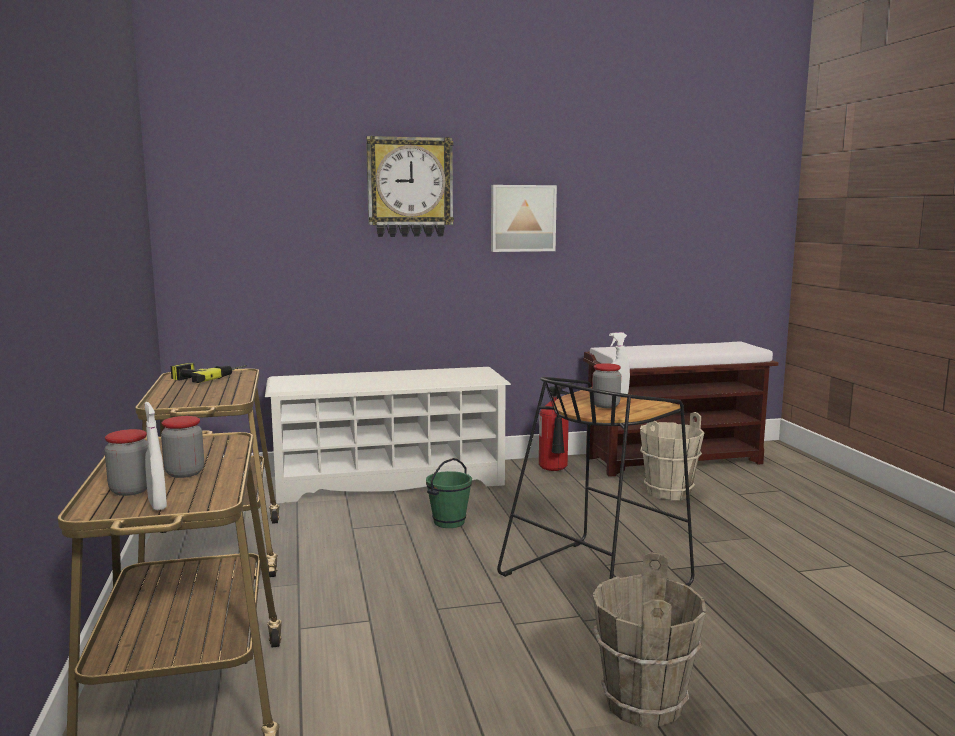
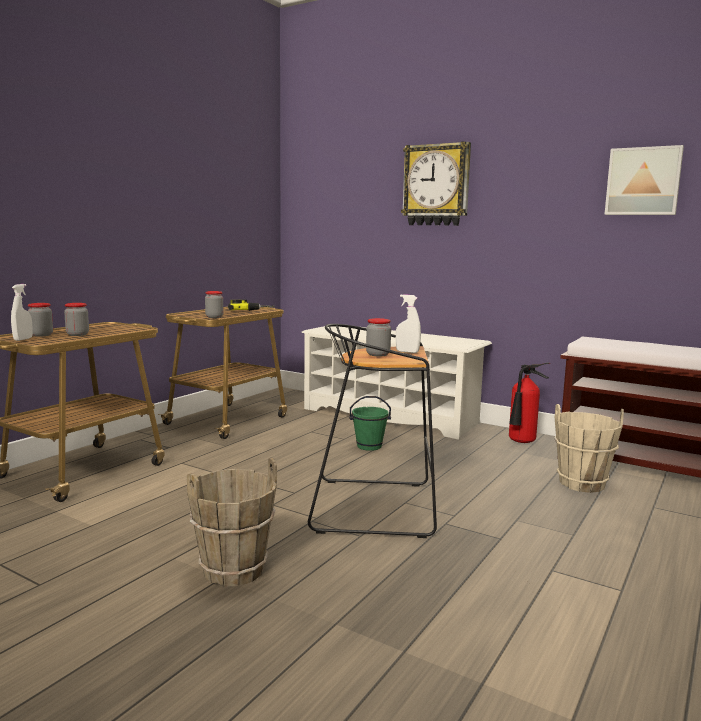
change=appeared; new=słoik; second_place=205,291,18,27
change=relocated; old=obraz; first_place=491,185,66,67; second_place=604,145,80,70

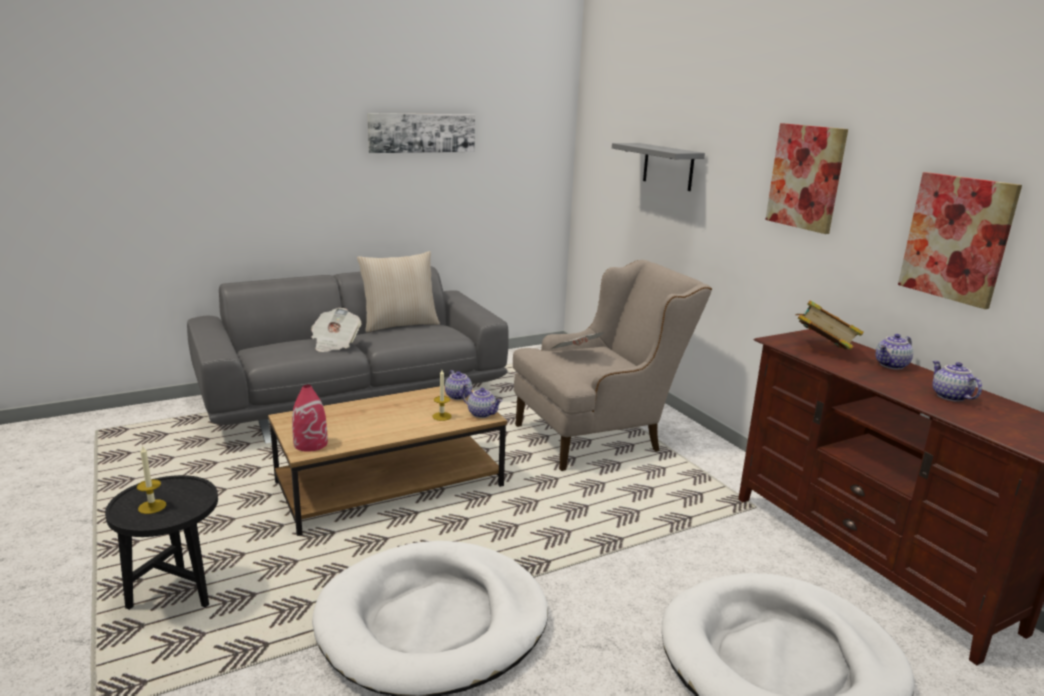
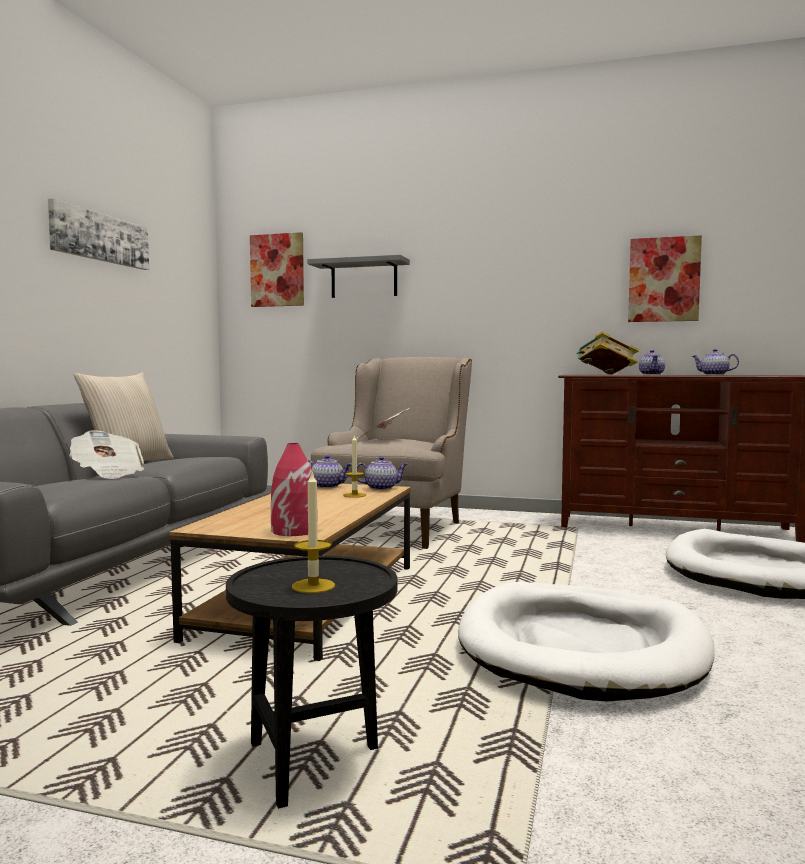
change=relocated; old=obraz; first_place=765,123,83,111; second_place=250,232,54,75

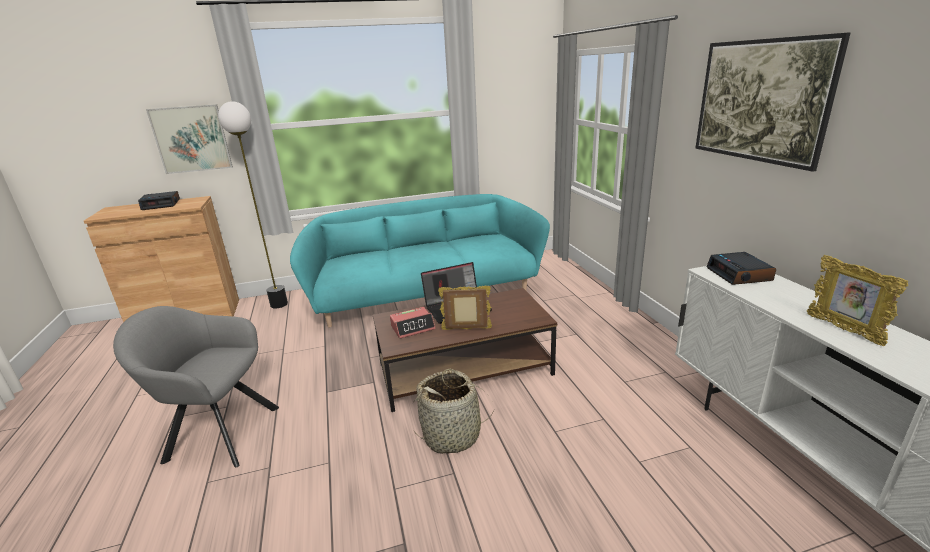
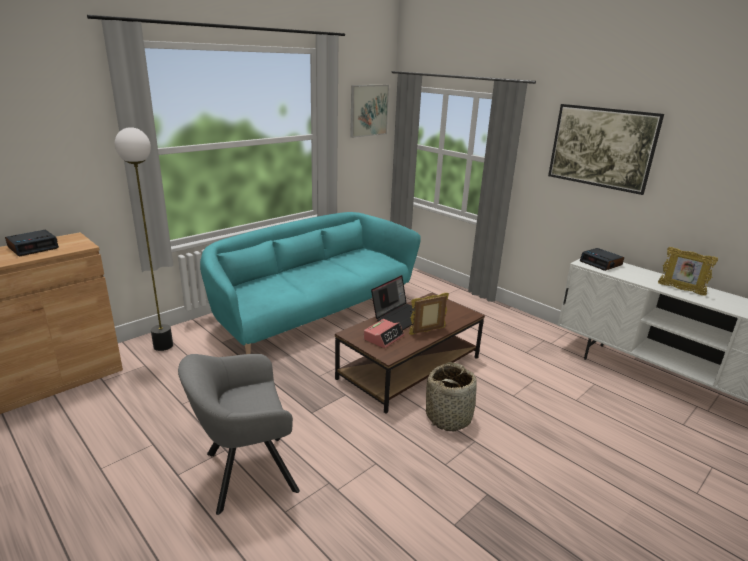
change=relocated; old=obraz; first_place=146,104,87,70; second_place=350,85,39,53

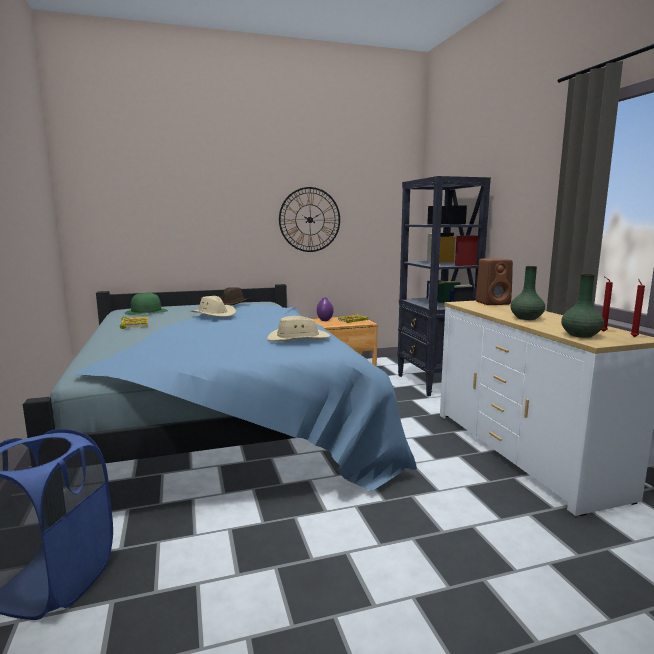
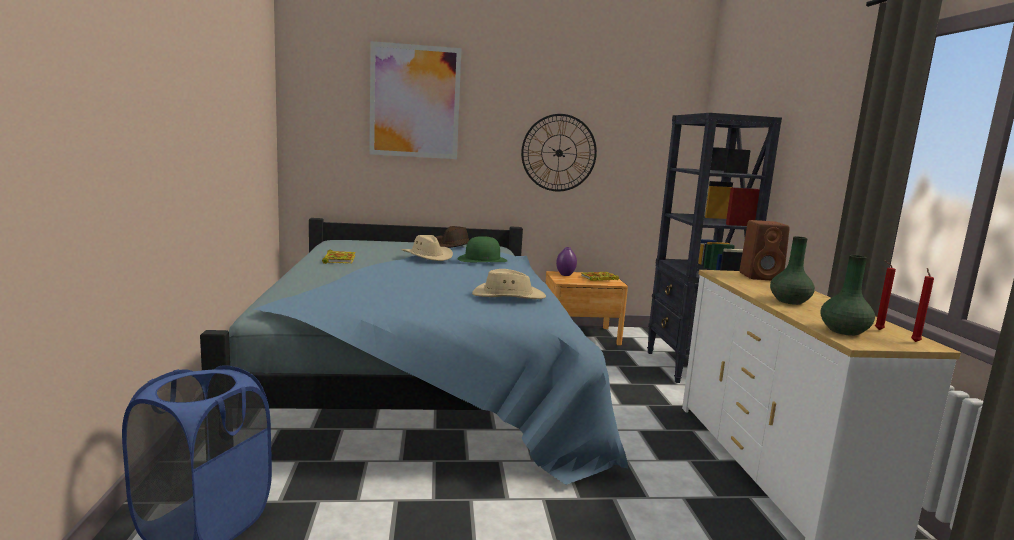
change=appeared; new=obraz; second_place=369,41,93,118
change=relocated; old=kapelusz [zielony]; first_place=124,293,44,22; second_place=457,236,51,26

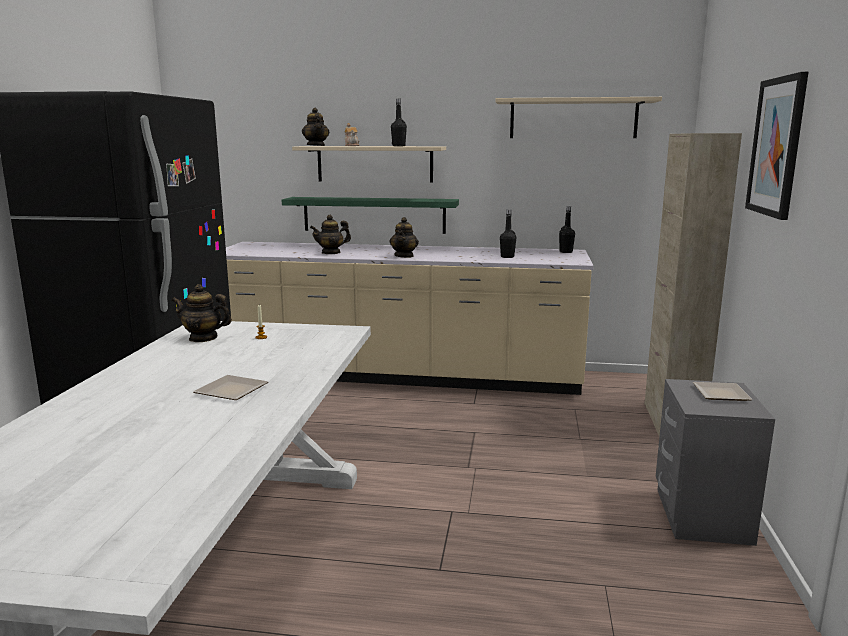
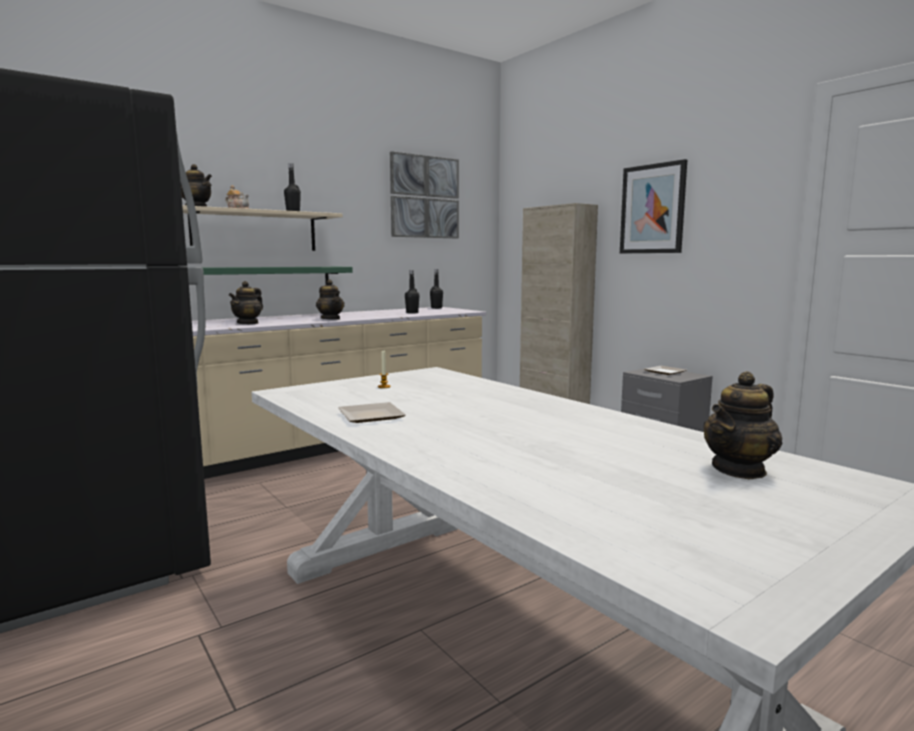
change=relocated; old=talerz; first_place=193,375,75,25; second_place=338,402,68,21
change=exchanged; old=półka [beżowy]; new=obraz; first_place=495,97,167,41; second_place=390,151,69,87
change=relocated; old=imbryk; first_place=172,284,60,58; second_place=703,371,79,108

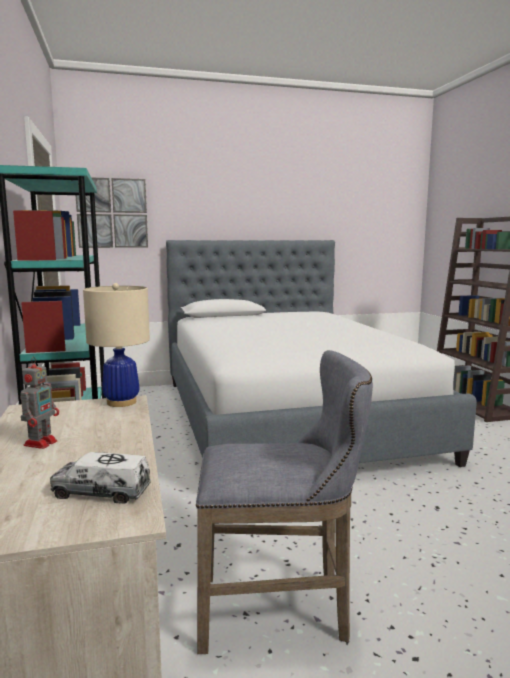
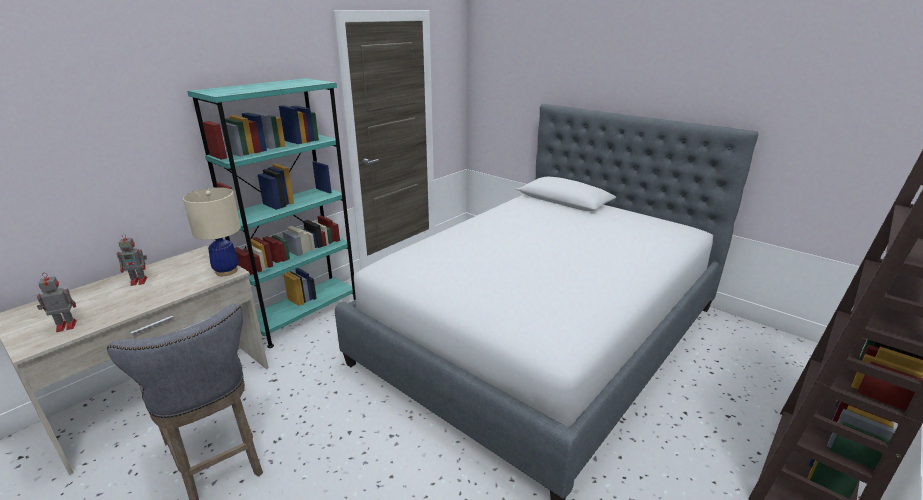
change=exchanged; old=ciężarówka zabawkowa; new=robot zabawkowy; first_place=50,452,101,52; second_place=37,273,40,59
change=missing; old=obraz; first_place=76,177,72,71

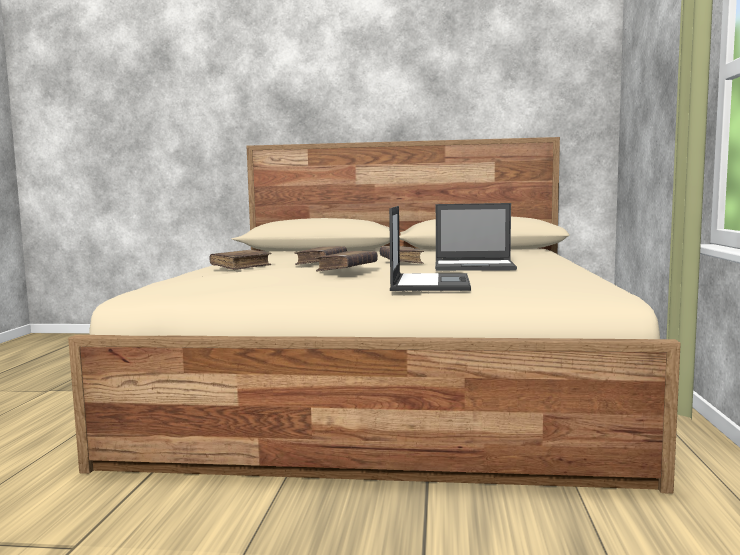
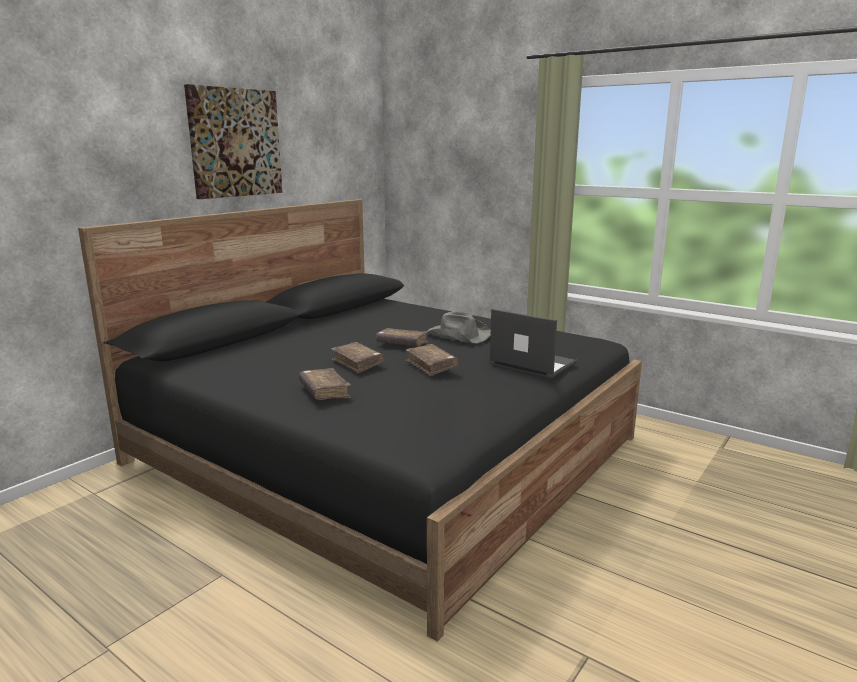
change=colour; old=łóżko [beżowy]; new=łóżko [czarny]; first_place=68,137,613,357; second_place=78,199,564,443
change=appeared; new=obraz; second_place=184,84,99,115
change=exchanged; old=laptop; new=kapelusz [szary]; first_place=435,203,82,68; second_place=427,312,64,31

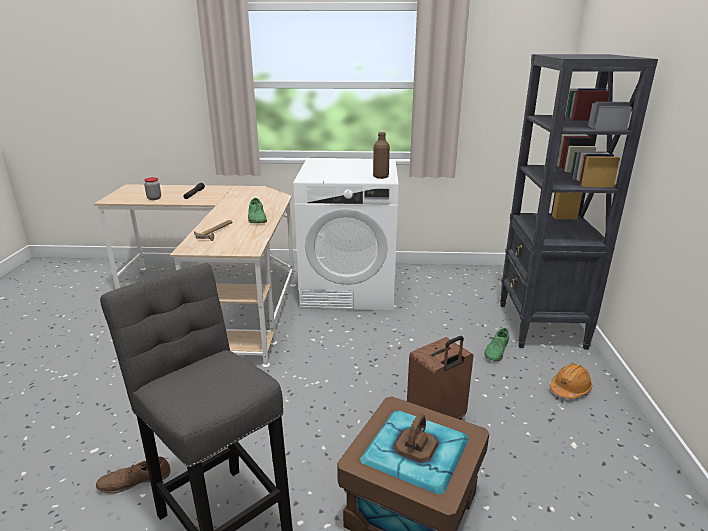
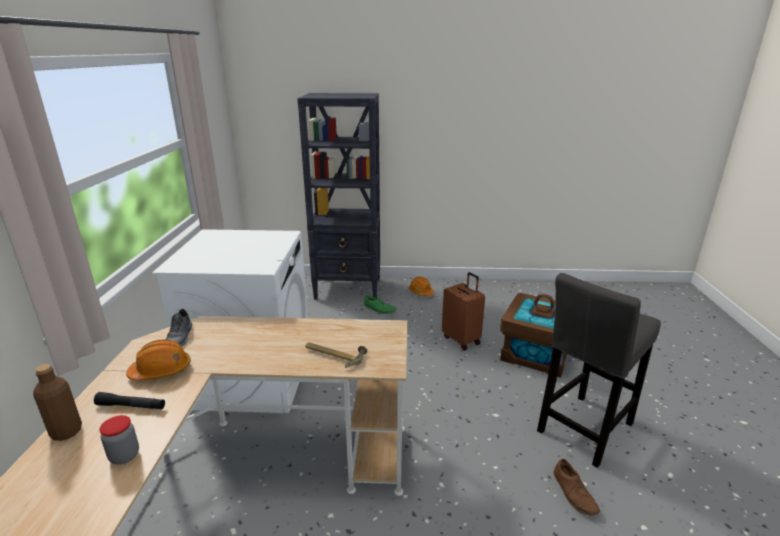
change=relocated; old=butelka [brązowy]; first_place=373,131,17,48; second_place=33,364,49,77
change=appeared; new=kask [pomarańczowy]; second_place=126,340,64,40
change=appeared; new=but [szary]; second_place=166,309,26,37
change=missing; old=but [zielony]; first_place=248,198,19,25

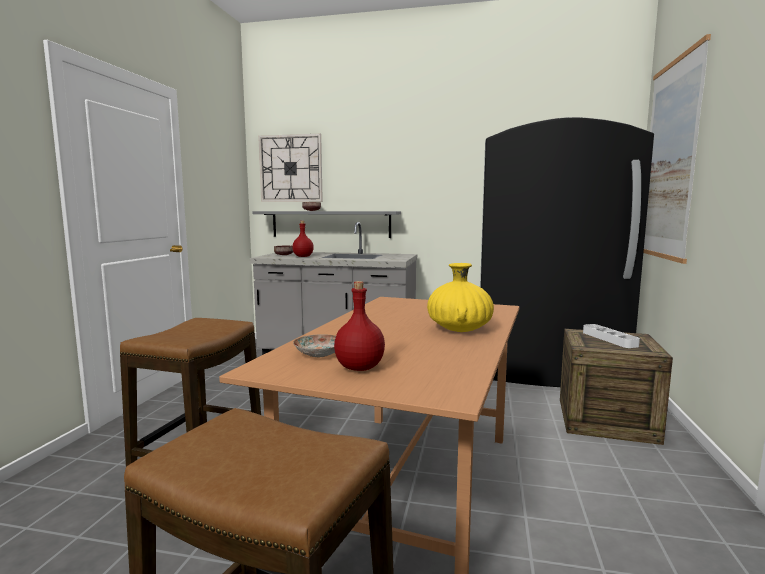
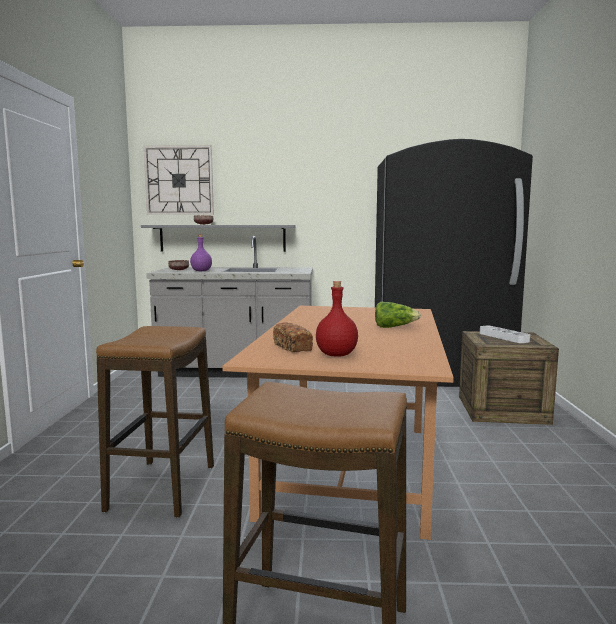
change=colour; old=butelka [czerwony]; new=butelka [fioletowy]; first_place=292,221,22,36; second_place=190,234,22,37
change=exchanged; old=talerz; new=chleb; first_place=293,334,43,23; second_place=273,322,40,30
change=exchanged; old=wazon [żółty]; new=sałata; first_place=427,263,67,69; second_place=375,302,46,26
change=missing; old=obraz; first_place=643,34,68,230

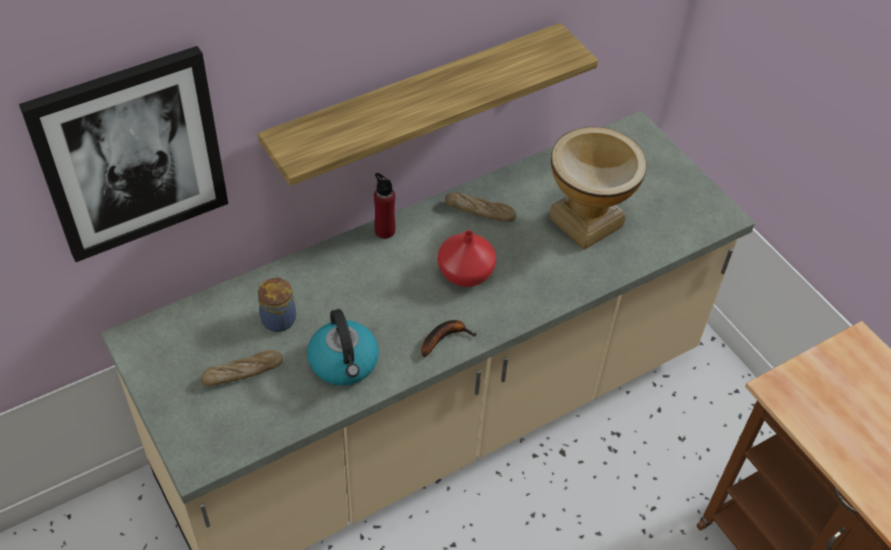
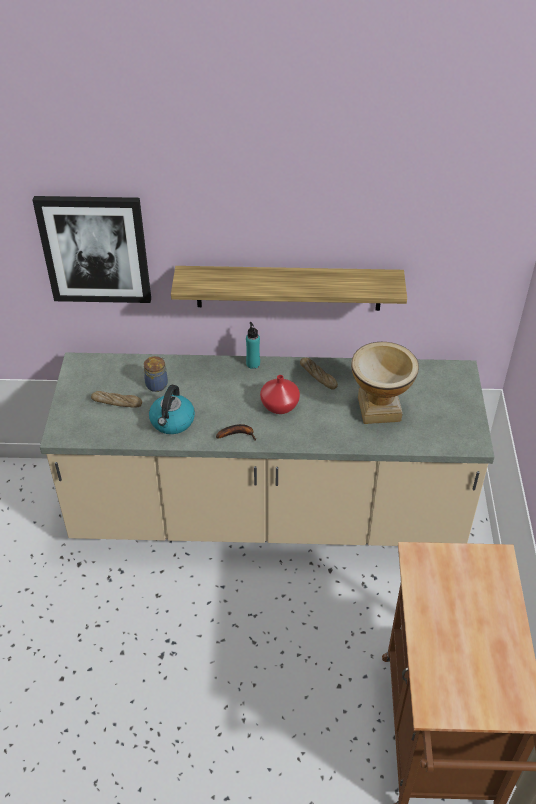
change=colour; old=butelka [czerwony]; new=butelka [turkusowy]; first_place=374,173,21,66; second_place=246,322,14,47

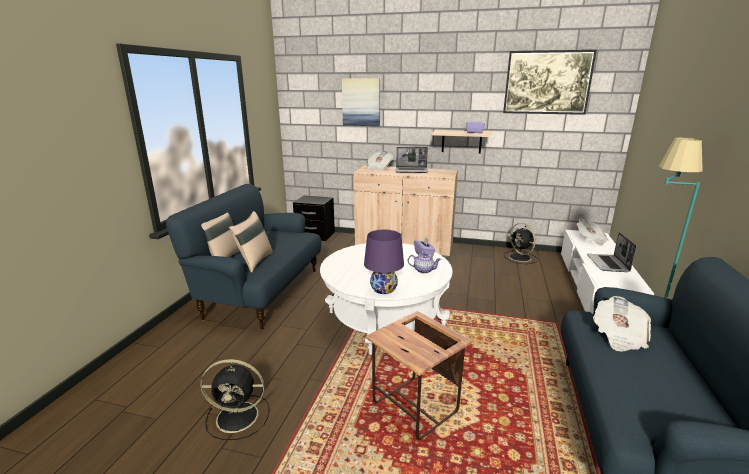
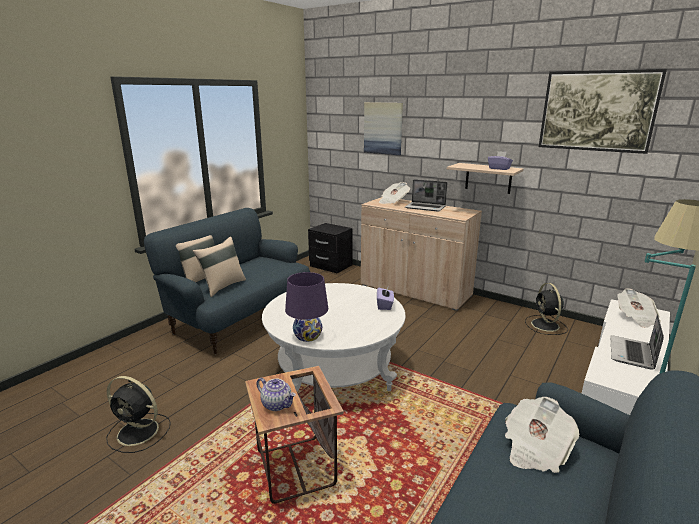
change=relocated; old=imbryk; first_place=408,252,33,22; second_place=256,378,40,33

